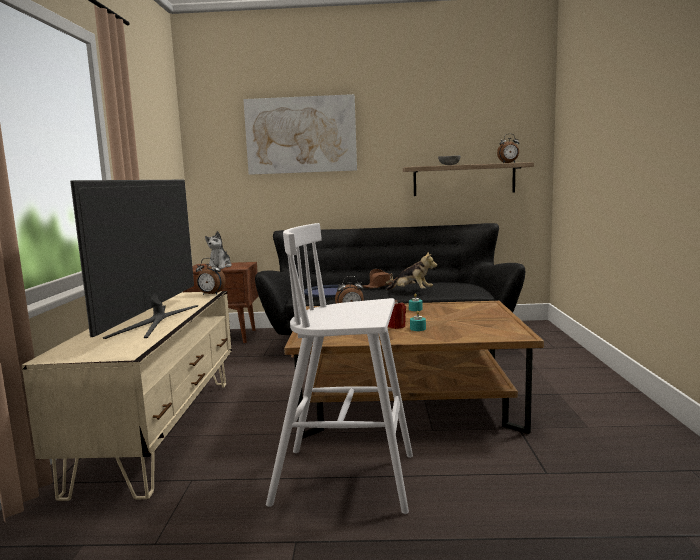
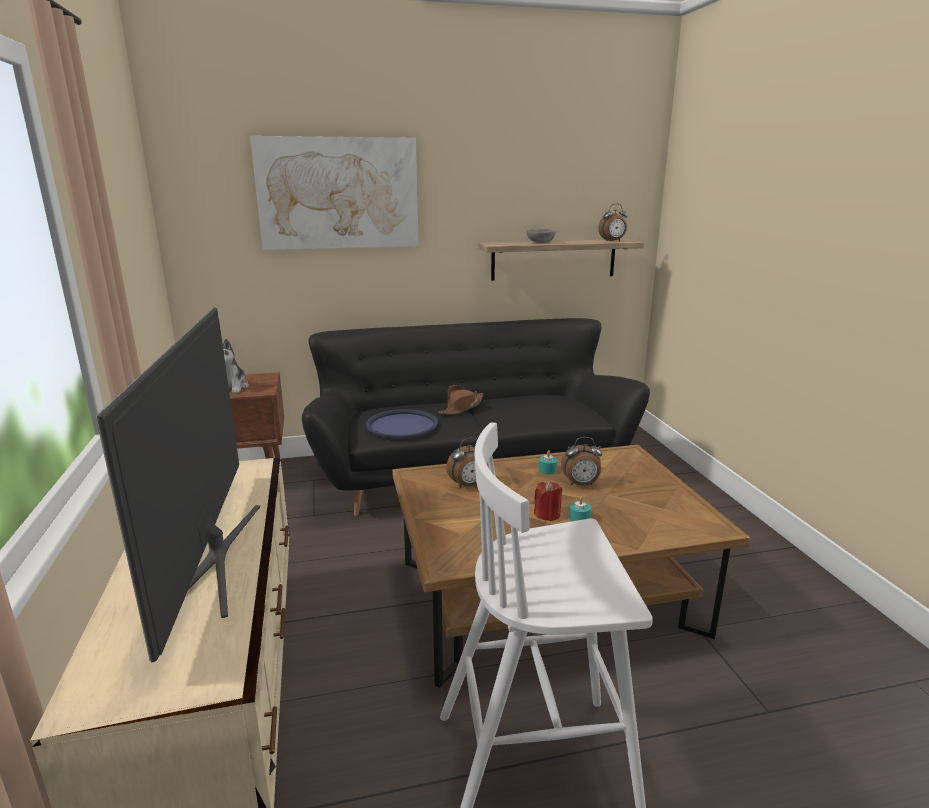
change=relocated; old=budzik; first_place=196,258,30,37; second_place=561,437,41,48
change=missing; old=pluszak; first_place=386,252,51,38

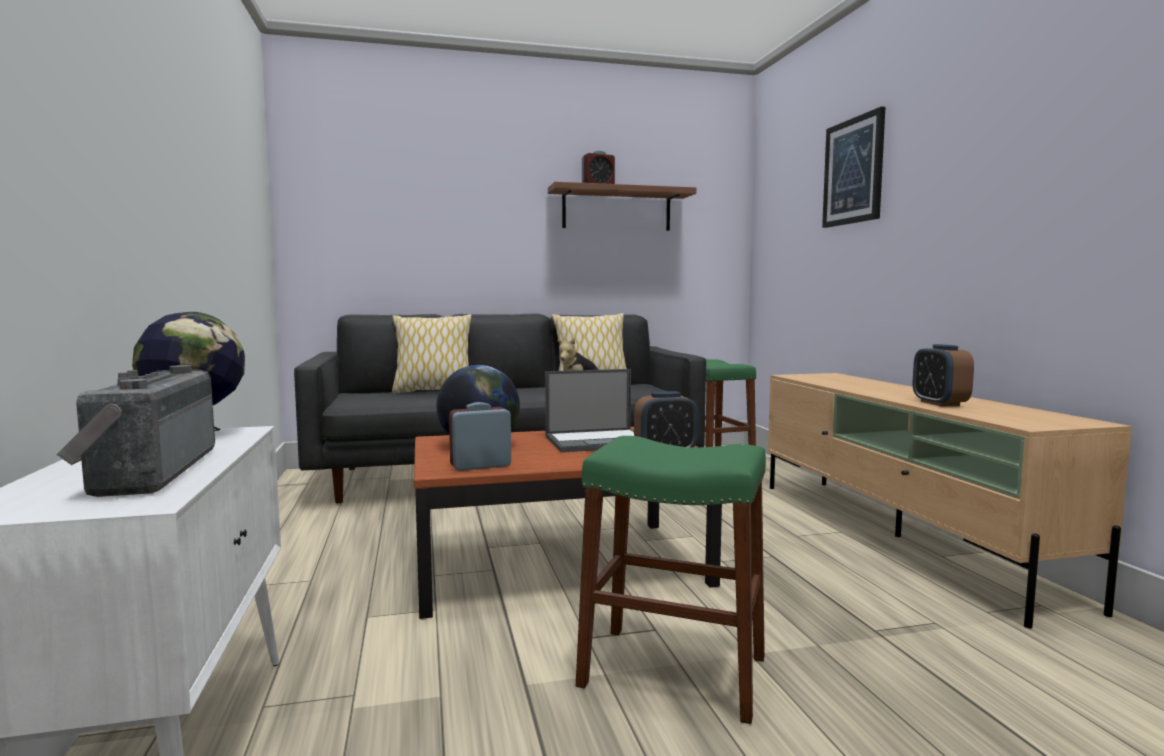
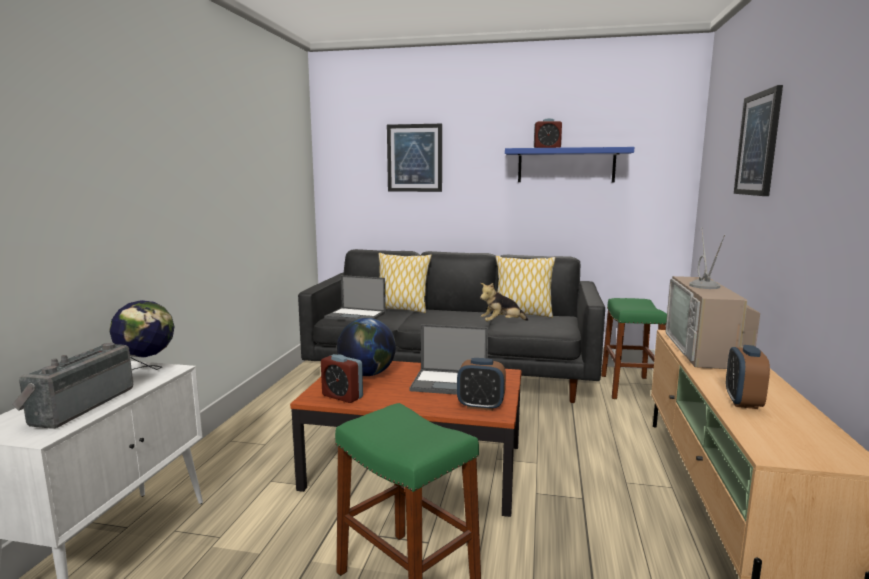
change=spun; old=budzik; first_place=449,402,62,69; second_place=321,354,42,49; degrees=-150
change=appeared; new=laptop; second_place=324,275,62,46
change=appeared; new=obraz; second_place=387,124,55,68
change=colour; old=półka [brązowy]; new=półka [niebieski]; first_place=548,182,148,49; second_place=505,147,129,35
change=appeared; new=telewizor; second_place=666,227,94,142

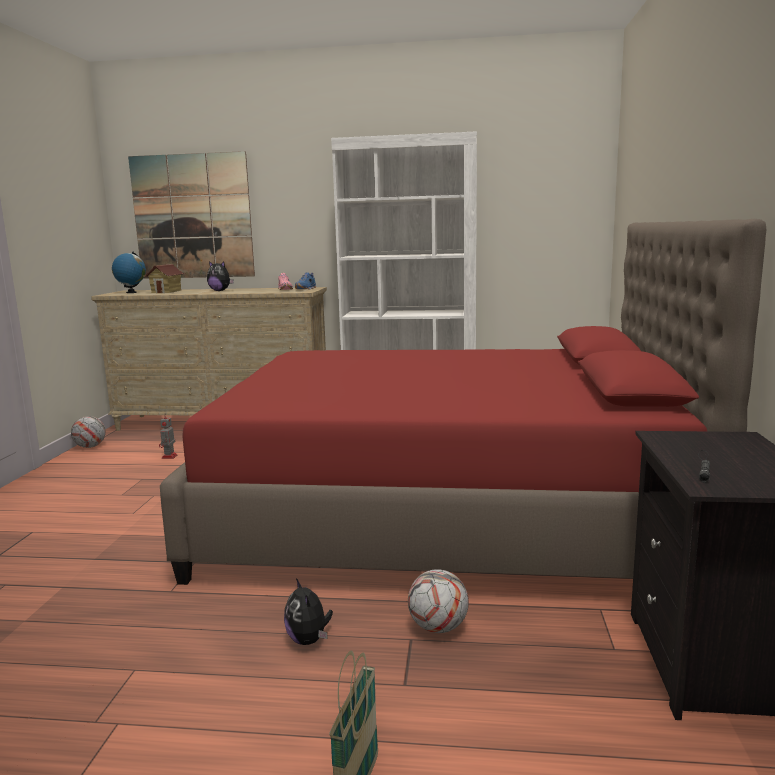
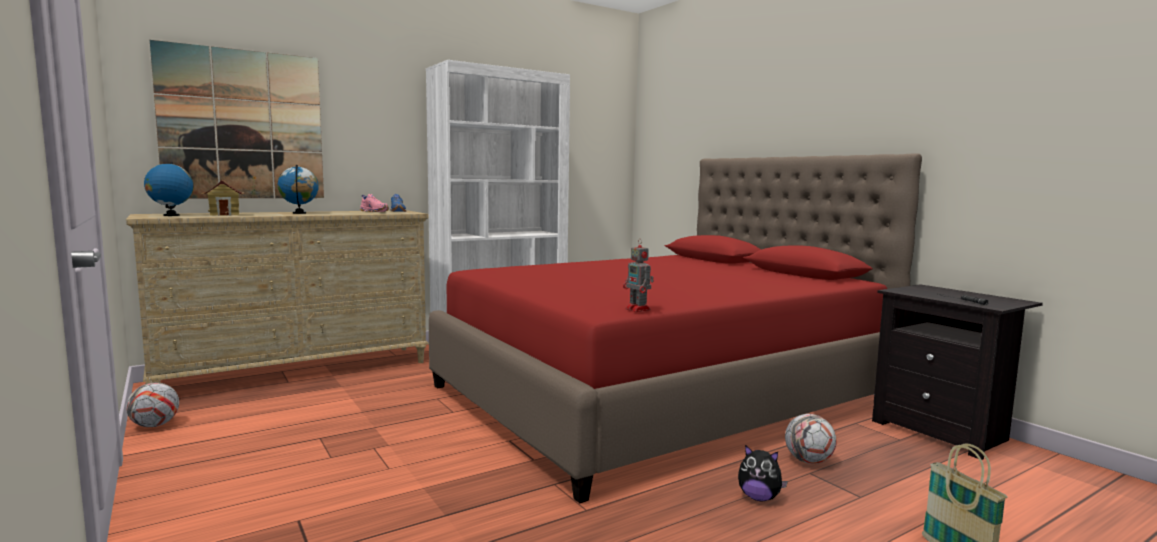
change=exchanged; old=pluszak; new=globus; first_place=207,261,27,30; second_place=278,165,41,49
change=relocated; old=robot zabawkowy; first_place=159,414,18,45; second_place=623,239,31,73

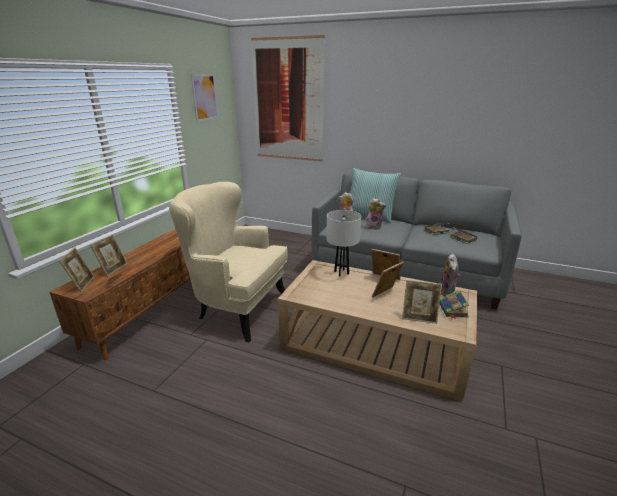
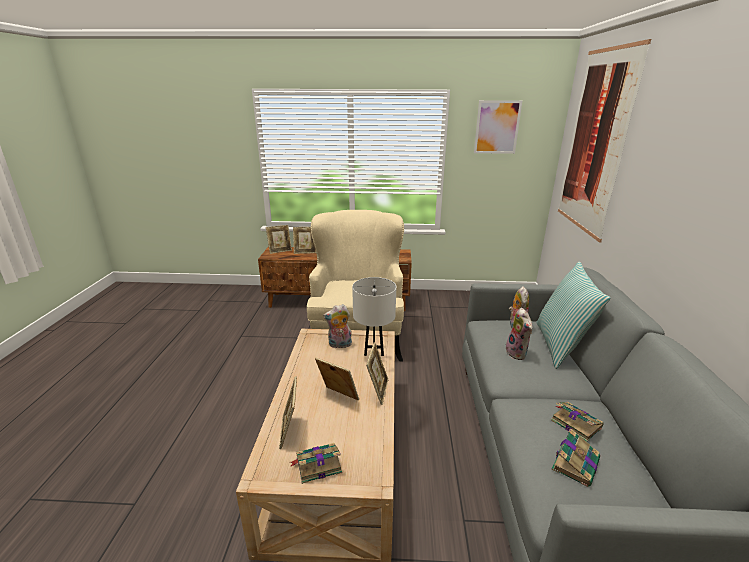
change=relocated; old=pluszak; first_place=439,253,22,43; second_place=323,304,29,44

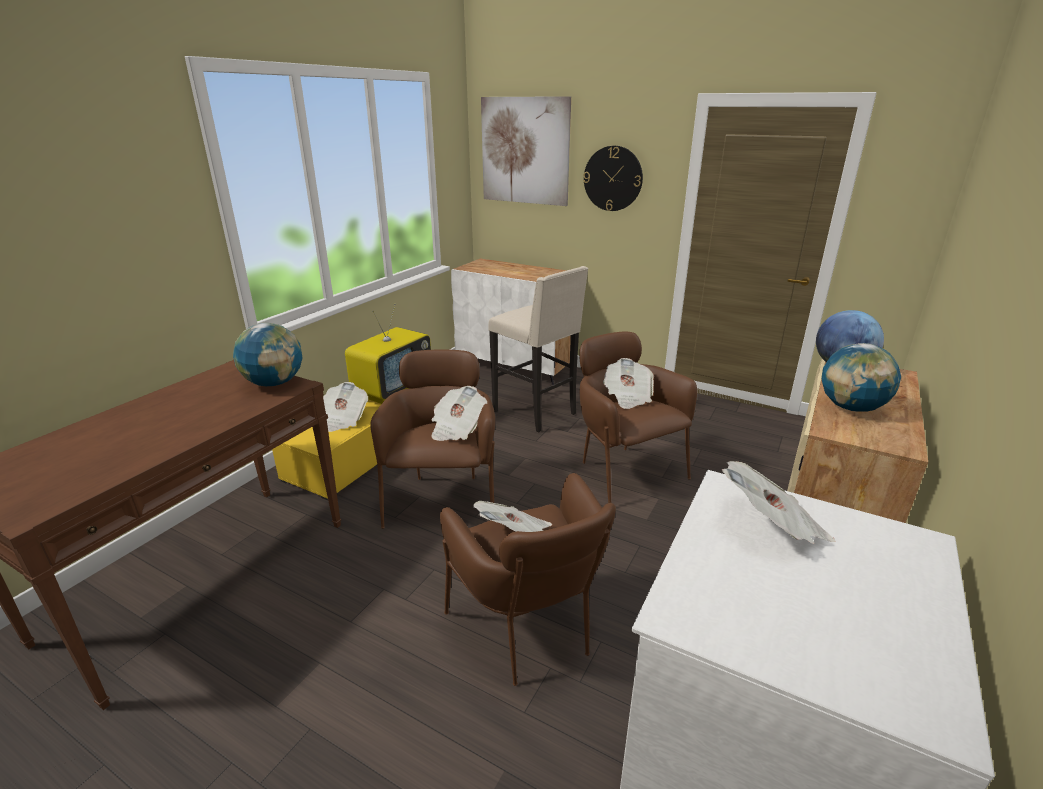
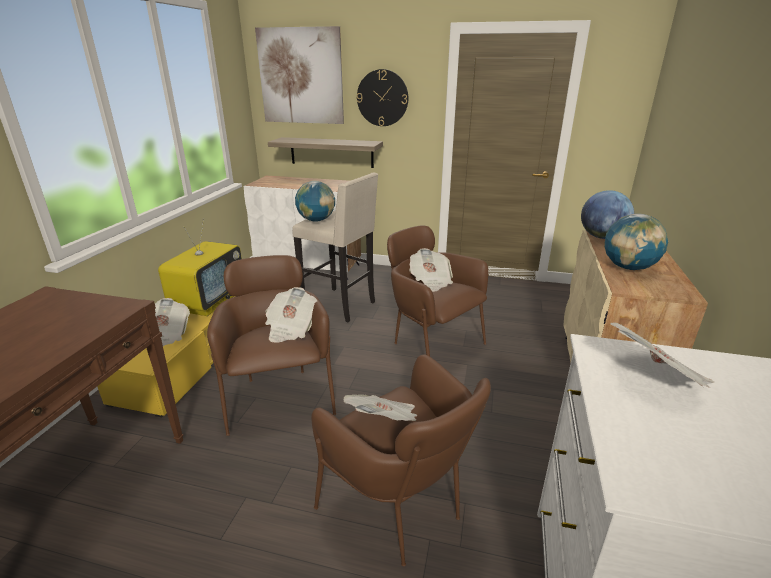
change=appeared; new=półka; second_place=268,137,115,31
change=relocated; old=globus; first_place=233,323,69,63; second_place=295,181,40,41

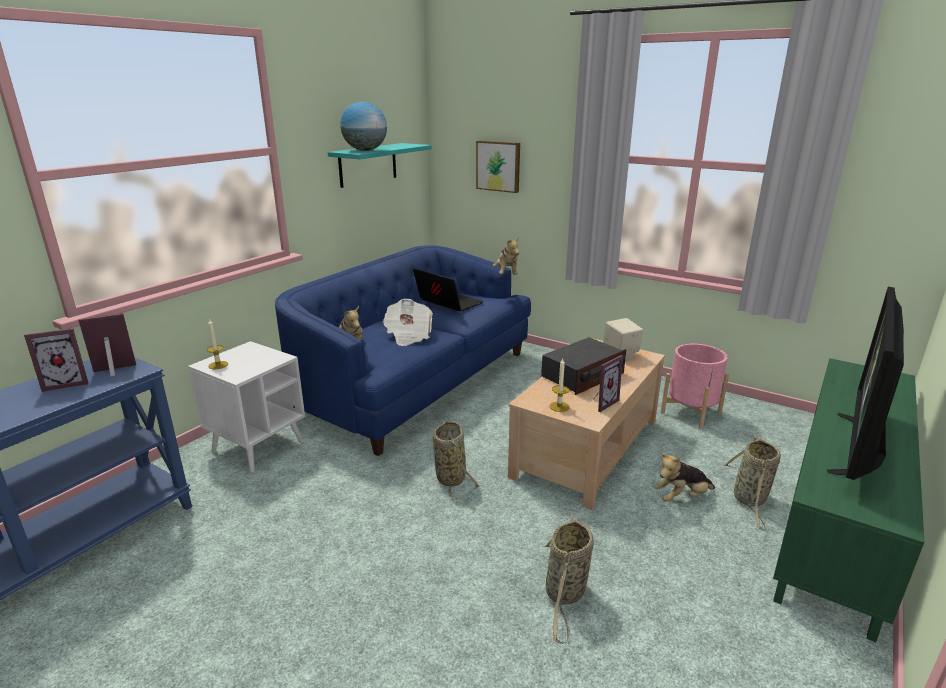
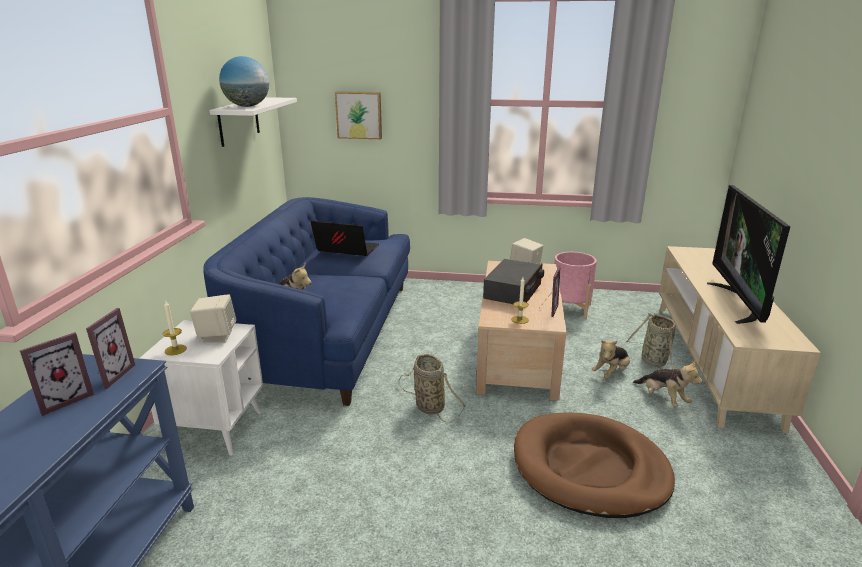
change=spun; old=ramka na zdjęcie; first_place=79,313,57,63; second_place=86,308,49,81; degrees=150
change=appeared; new=głośnik [beżowy]; second_place=190,294,46,49
change=colour; old=półka [turkusowy]; new=półka [biały]; first_place=328,143,104,45; second_place=209,97,88,50
change=exchanged; old=koszyk; new=legowisko [brązowy]; first_place=543,515,51,129; second_place=514,412,161,106
change=relocated; old=pluszak; first_place=493,237,26,38; second_place=633,361,70,46
change=colour; old=szafka pod telewizor [zielony]; new=szafka pod telewizor [beżowy]; first_place=773,358,151,284; second_place=659,246,162,187
change=missing; old=gazeta; first_place=383,299,50,47

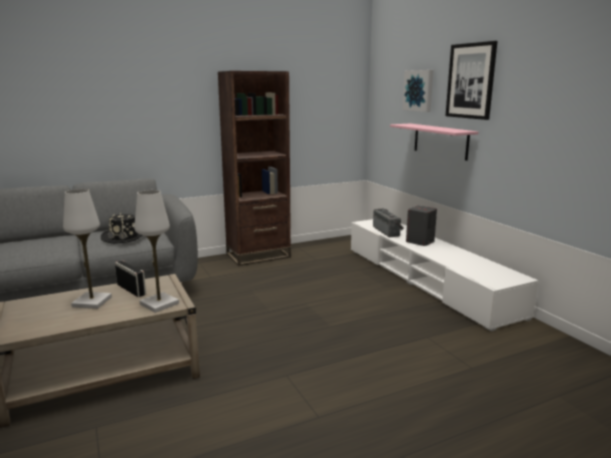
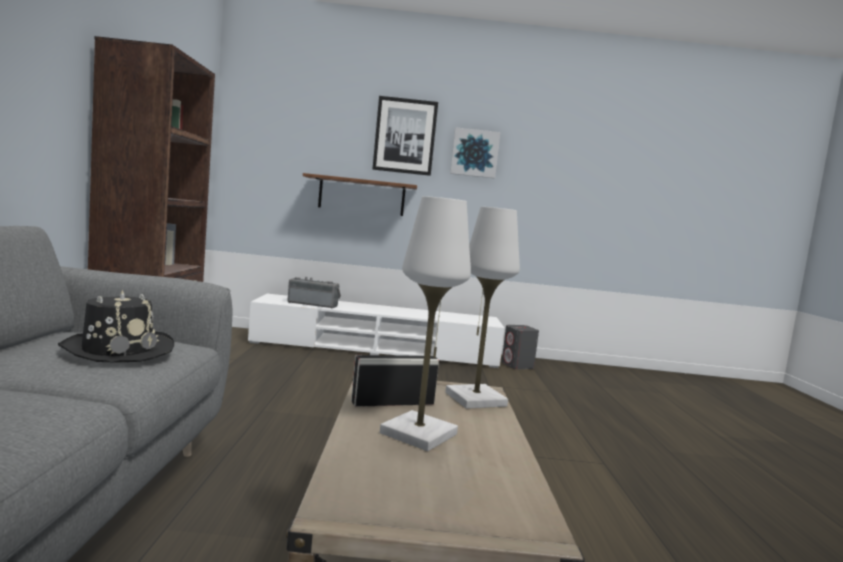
change=colour; old=półka [różowy]; new=półka [brązowy]; first_place=390,124,88,37; second_place=303,173,114,43
change=relocated; old=obraz; first_place=402,70,31,42; second_place=450,127,50,51
change=relocated; old=głośnik [szary]; first_place=406,205,31,41; second_place=502,325,37,44

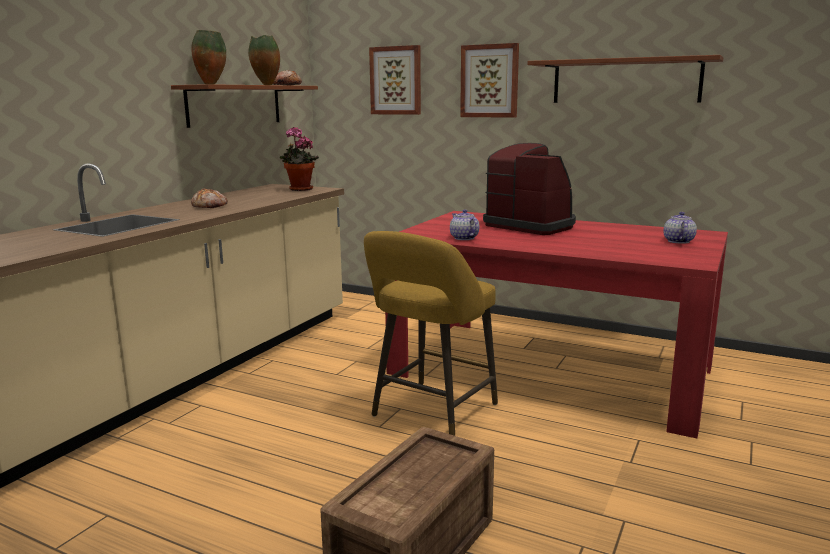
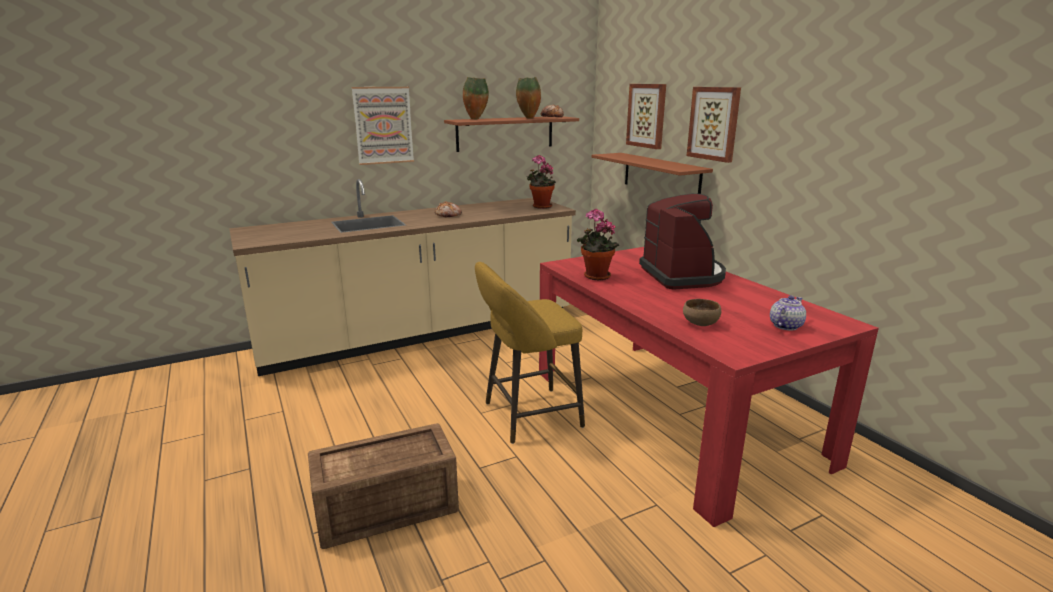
change=appeared; new=obraz; second_place=352,87,62,78
change=exchanged; old=imbryk; new=roślina doniczkowa; first_place=450,209,30,31; second_place=577,209,43,72
change=relocated; old=półka [brązowy]; first_place=527,55,196,48; second_place=592,153,121,41
change=appeared; new=miska [brązowy]; second_place=683,299,38,27

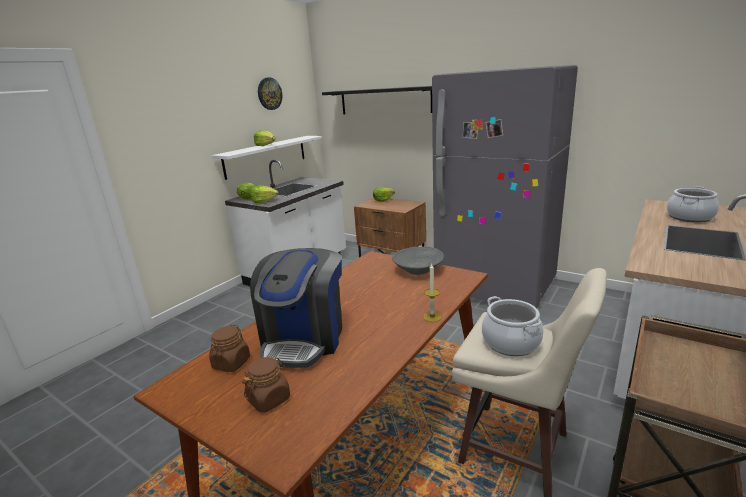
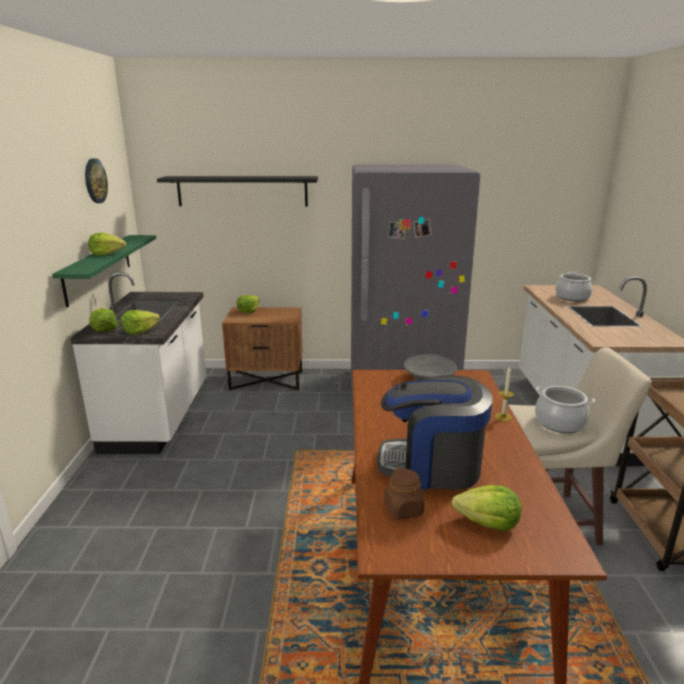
change=colour; old=półka [biały]; new=półka [zielony]; first_place=212,136,110,44; second_place=52,235,104,72
change=spun; old=ekspres do kawy; first_place=250,248,92,120; second_place=377,375,115,115; degrees=120
change=exchanged; old=słoik [brązowy]; new=sałata; first_place=243,357,47,55; second_place=452,485,69,46

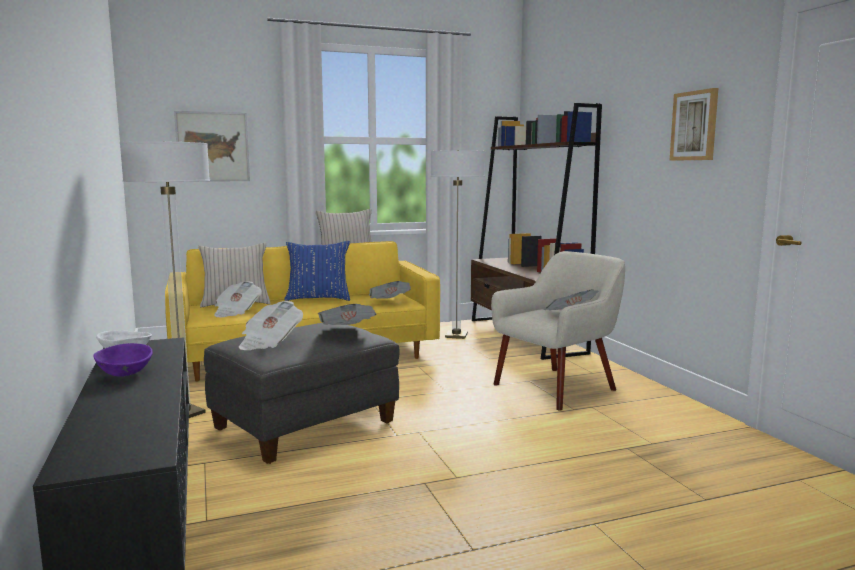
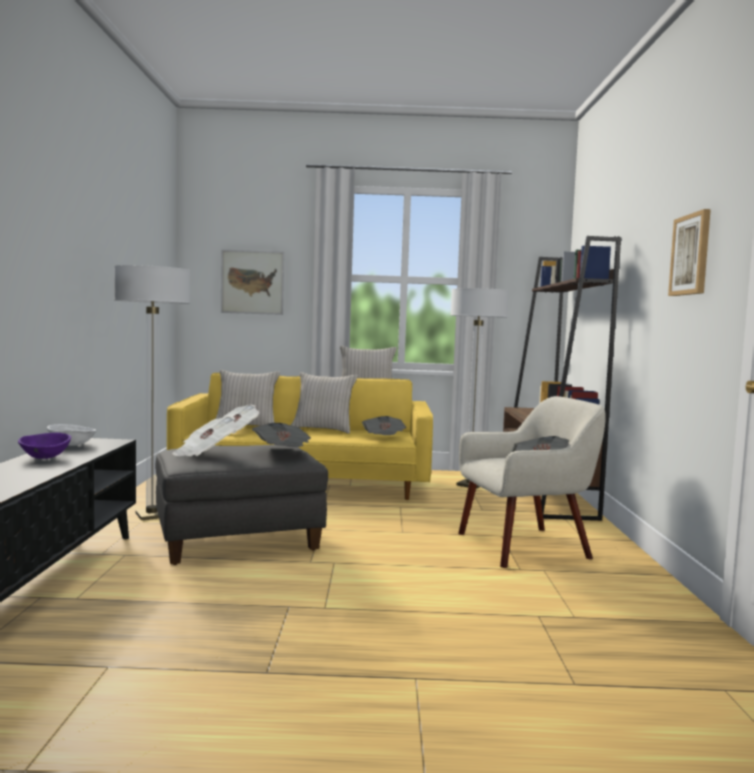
change=colour; old=poduszka [niebieski]; new=poduszka [beżowy]; first_place=285,241,65,60; second_place=291,372,67,62

